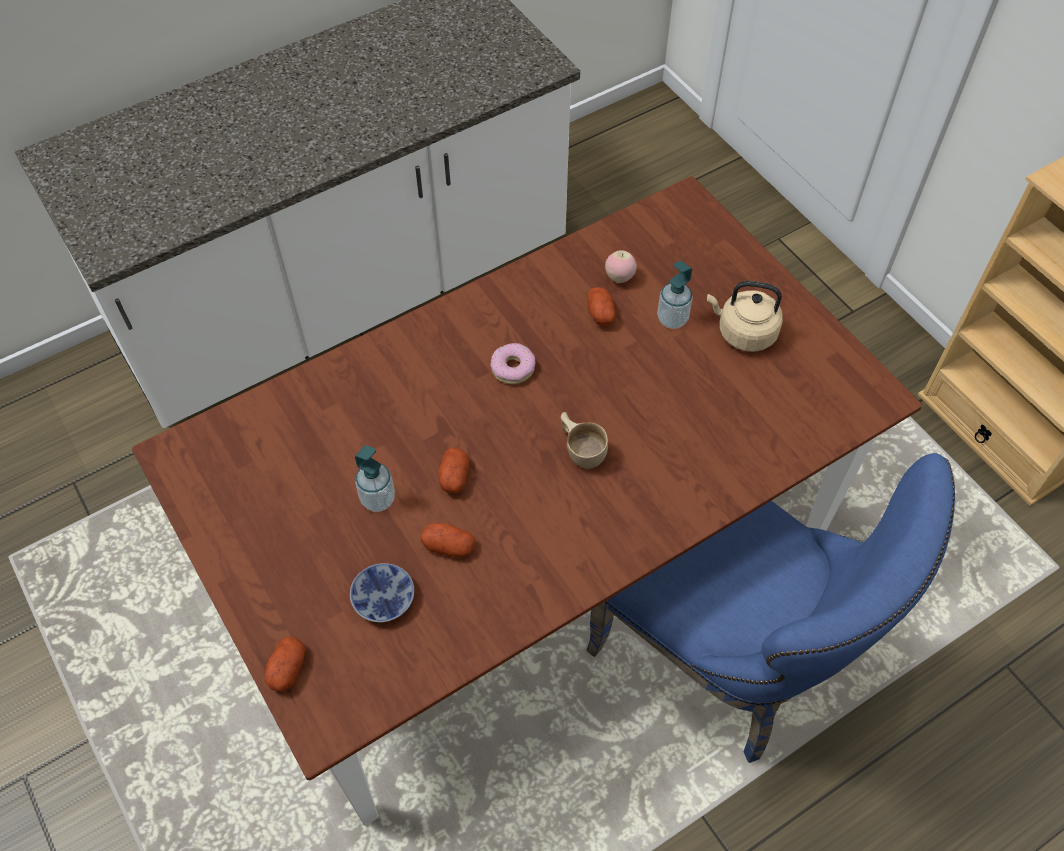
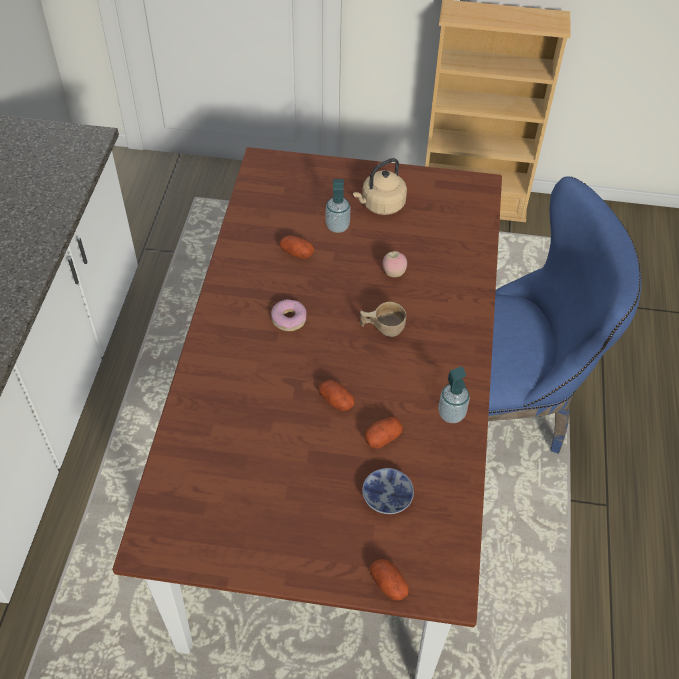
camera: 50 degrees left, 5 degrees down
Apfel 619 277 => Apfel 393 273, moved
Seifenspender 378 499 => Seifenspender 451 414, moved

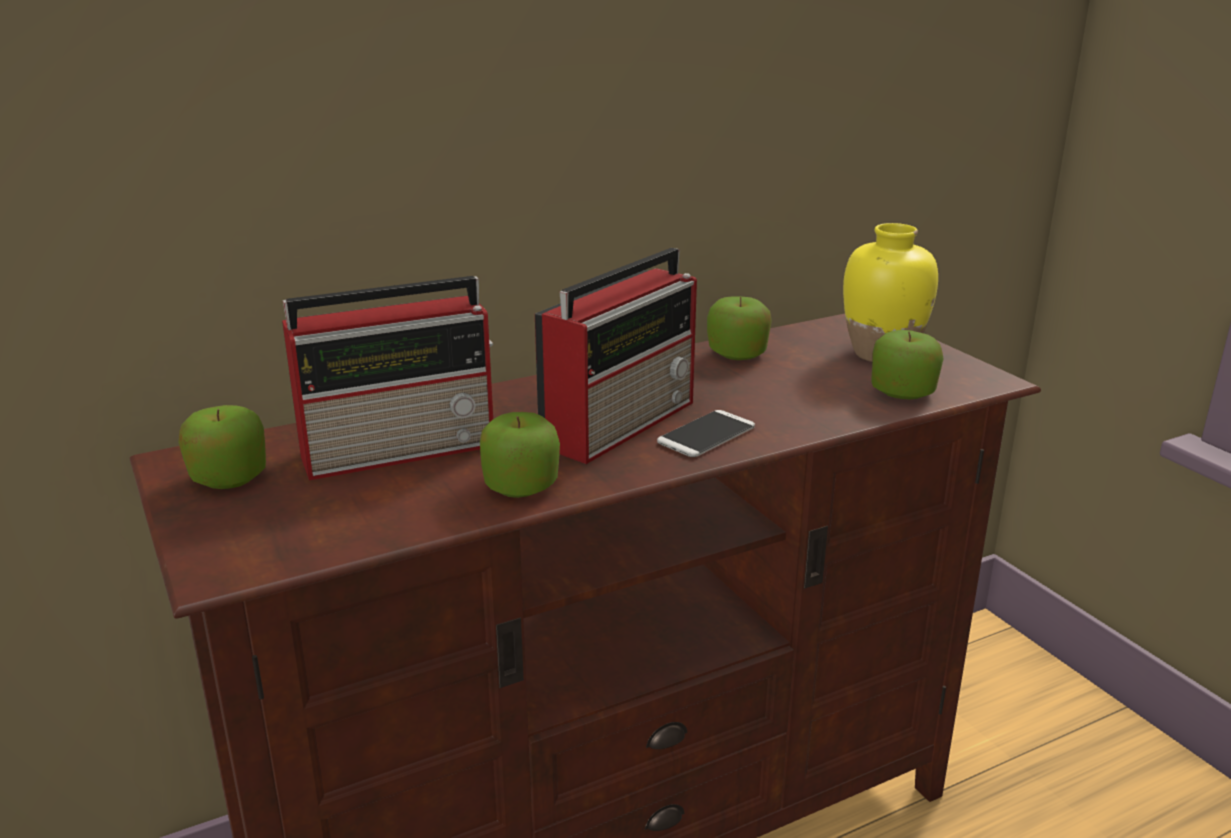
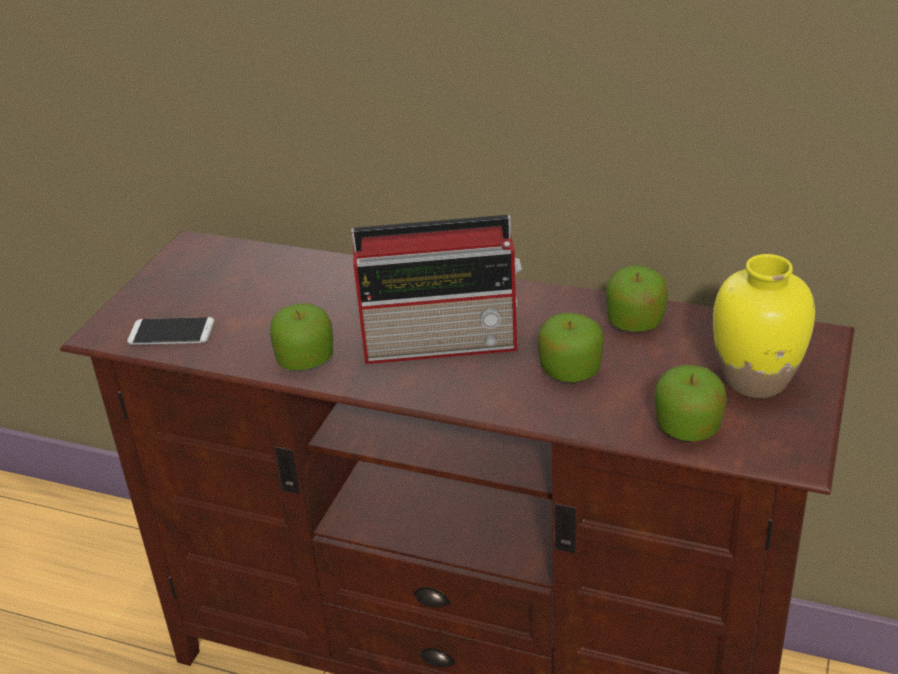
camera: 50 degrees right, 10 degrees up
Handy 706 435 => Handy 171 332, moved
Apfel 228 478 => Apfel 570 370, moved
Radio 402 449 => nothing

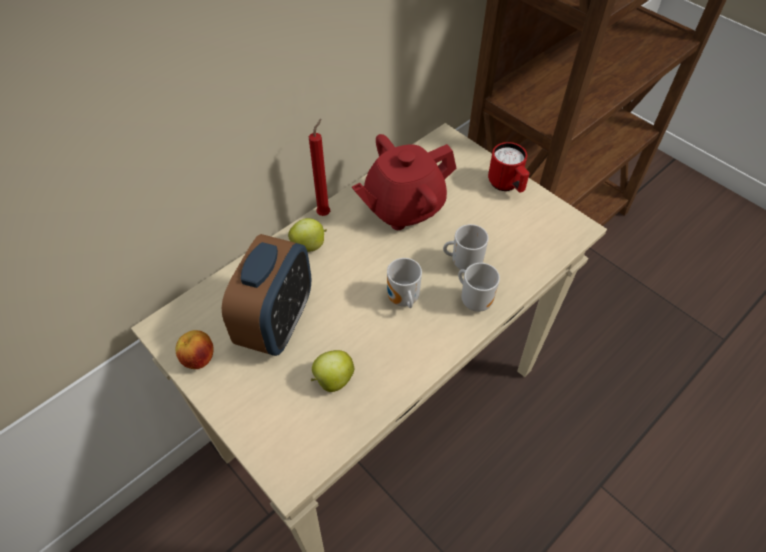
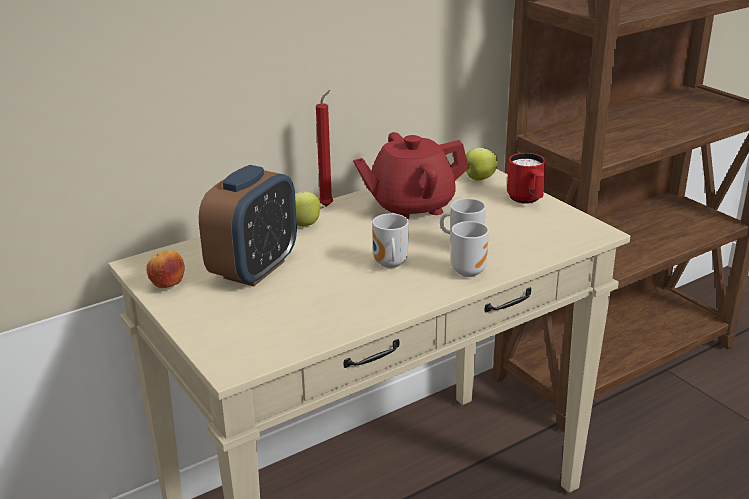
camera: 10 degrees right, 25 degrees down
Apfel 332 380 => Apfel 478 178, moved

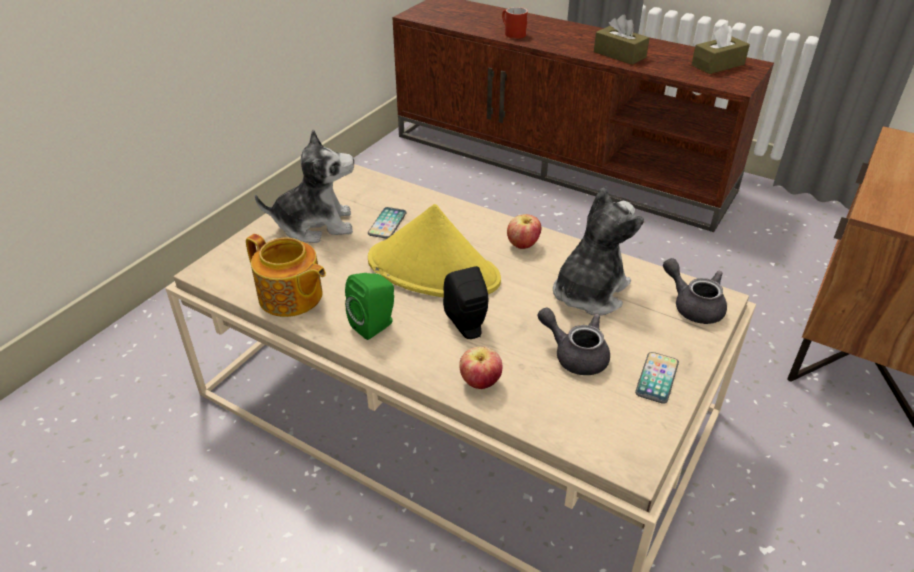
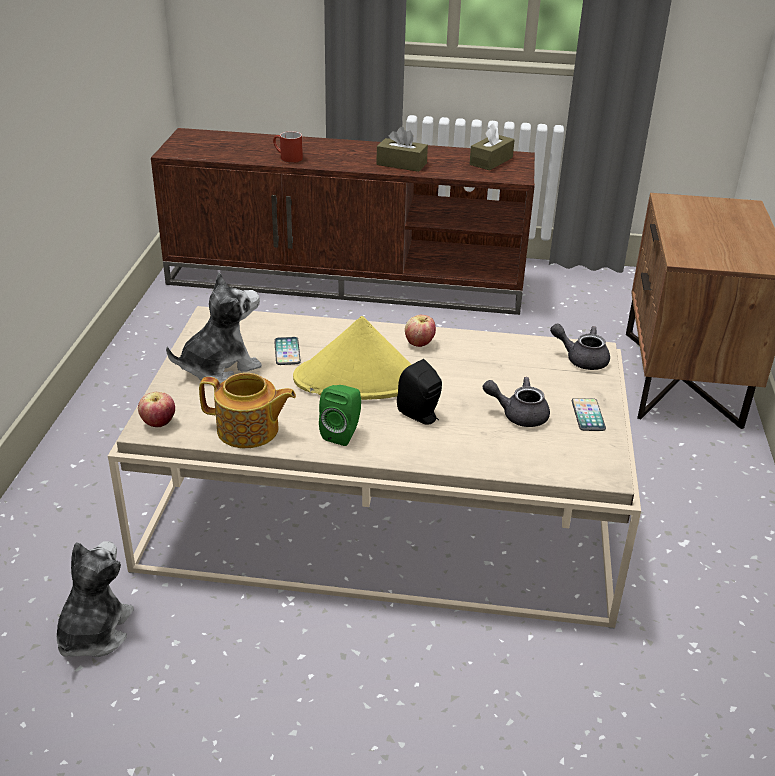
camera: 25 degrees left, 5 degrees down
Plüschtier 589 293 => Plüschtier 94 632, moved
Apfel 480 382 => Apfel 158 423, moved

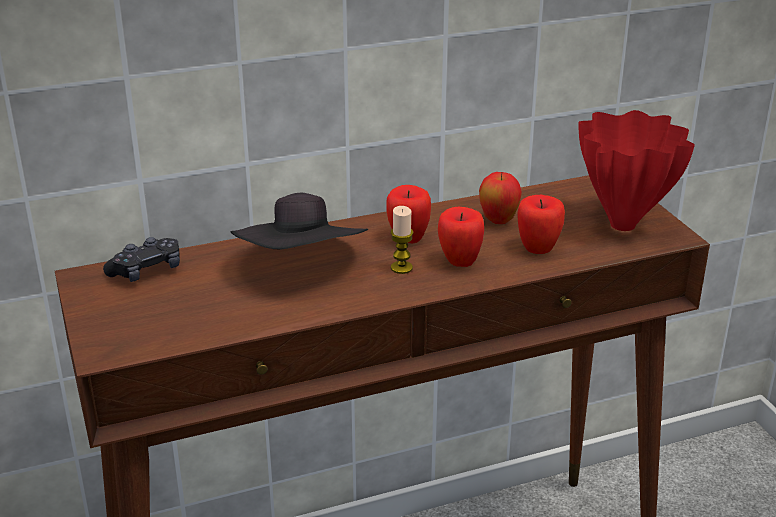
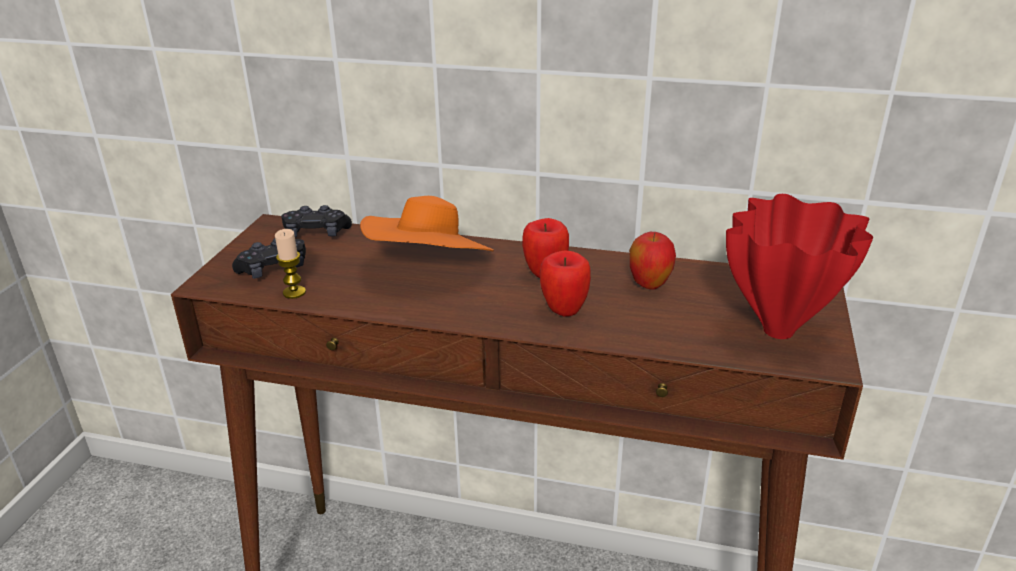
camera: 35 degrees right, 0 degrees up
nothing => Gamepad/schwarz 273 269
Kerze 401 268 => Kerze 294 292, moved
Hut/schwarz 302 265 => Hut/orange 430 267
Apfel 538 248 => nothing

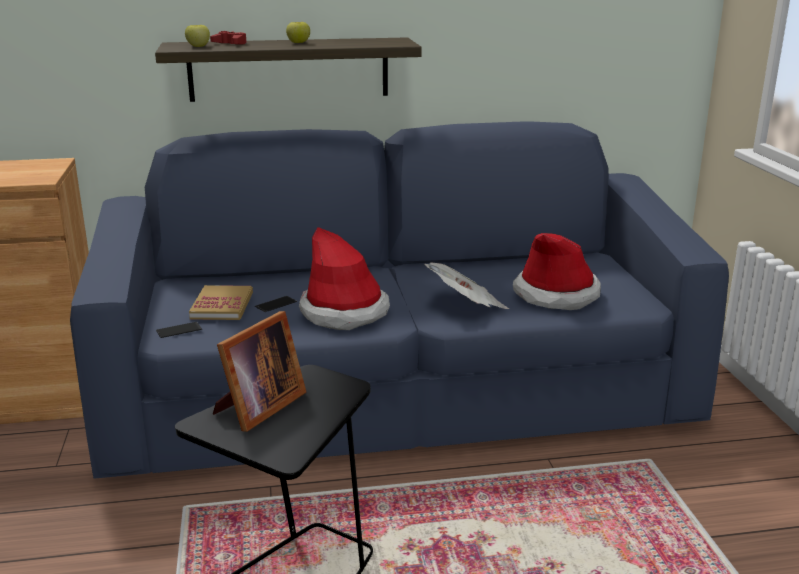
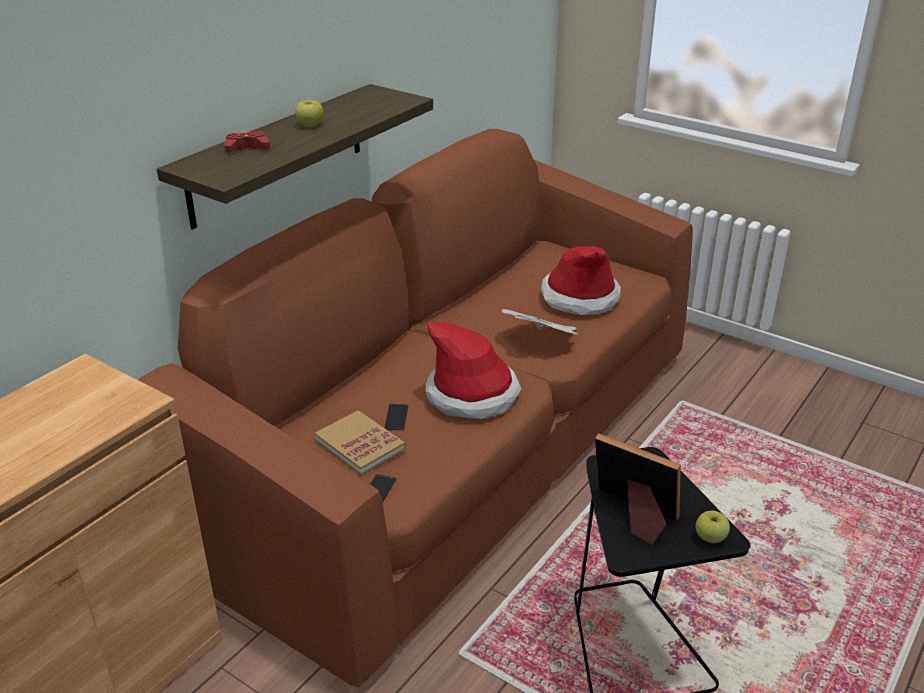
camera: 45 degrees left, 10 degrees up
Sofa/blau 399 398 => Sofa/braun 460 450
Bilderrahmen 258 408 => Bilderrahmen 633 516, 45 degrees counterclockwise
Apfel 198 46 => Apfel 710 538, moved

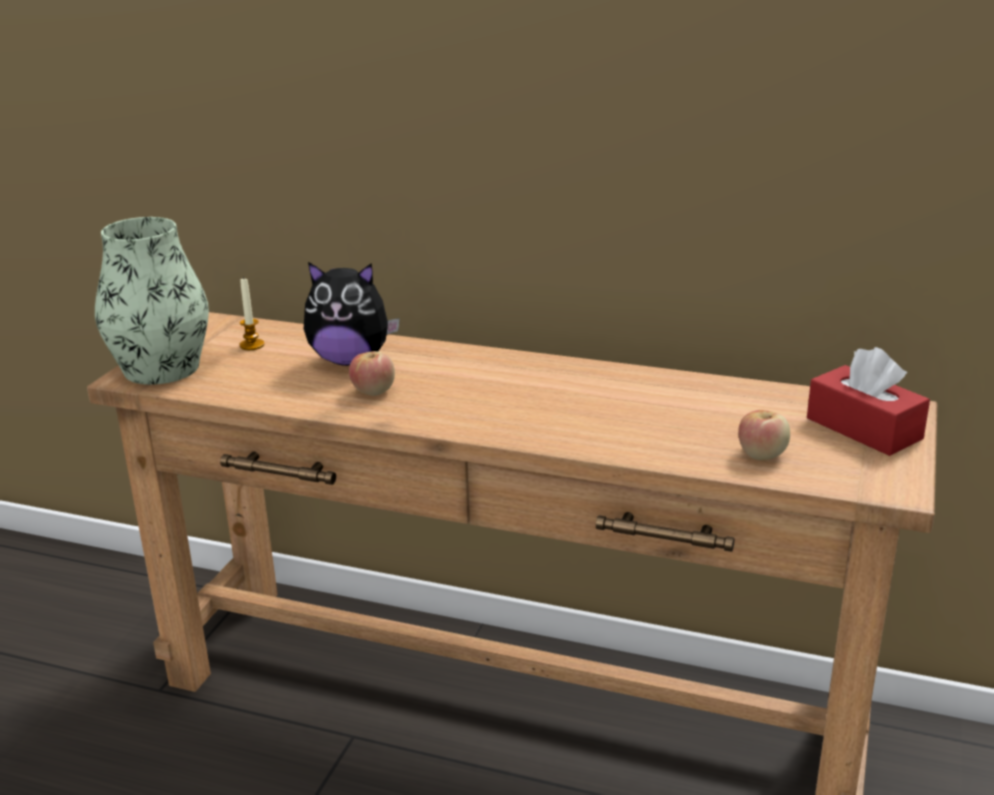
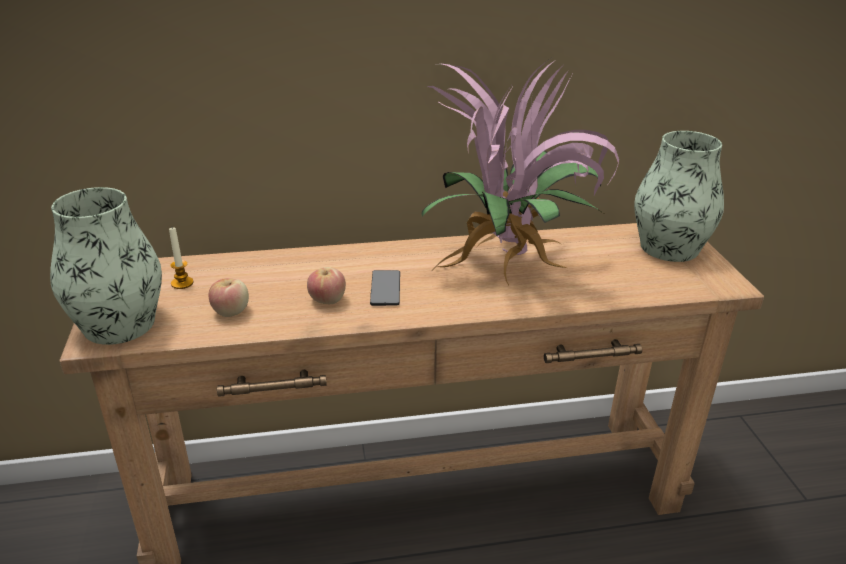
camera: 30 degrees left, 5 degrees up
Apfel 762 454 => Apfel 231 311, moved
nothing => Handy 385 289
nothing => Topfpflanze 509 266
Taschentuchbox/rot 863 428 => Vase 669 247
Plüschtier 350 360 => nothing

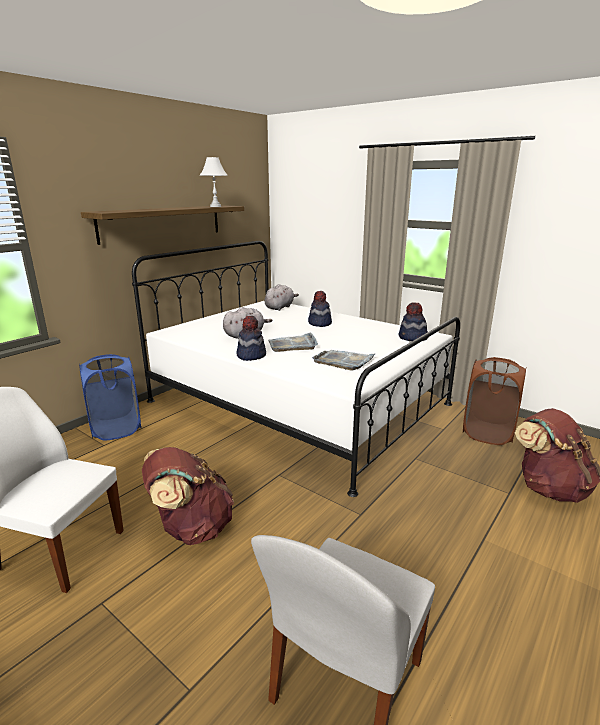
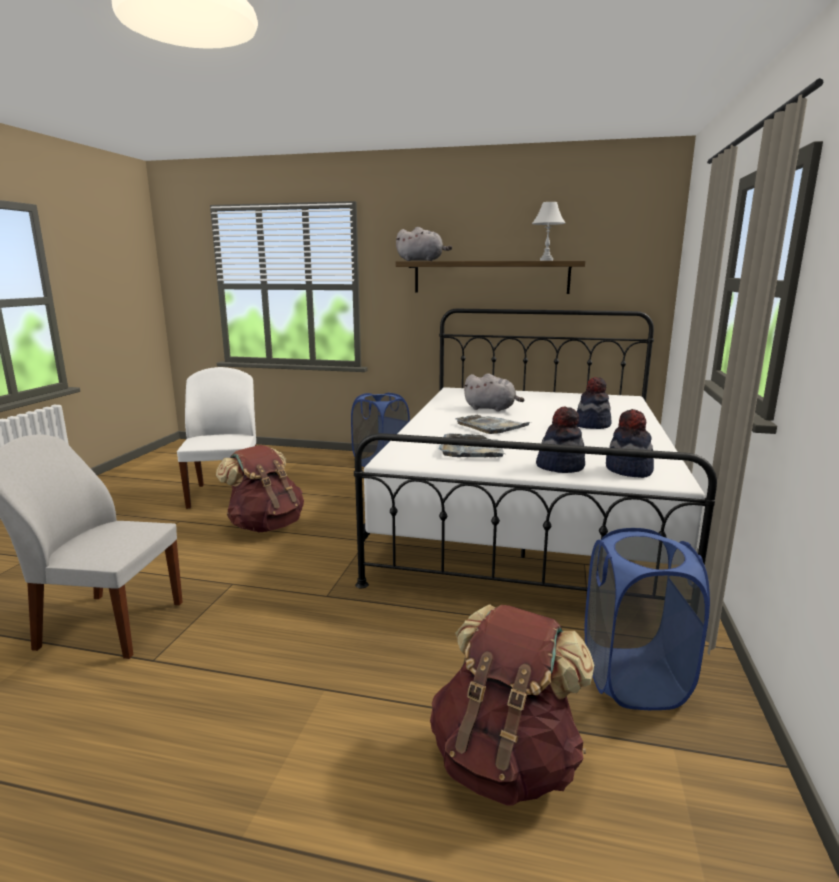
camera: 65 degrees right, 5 degrees down
Plüschtier/grau 280 307 => Plüschtier/grau 422 261, moved
Hut 251 355 => Hut 560 466, moved
Wäschekorb/braun 488 433 => Wäschekorb/blau 633 678

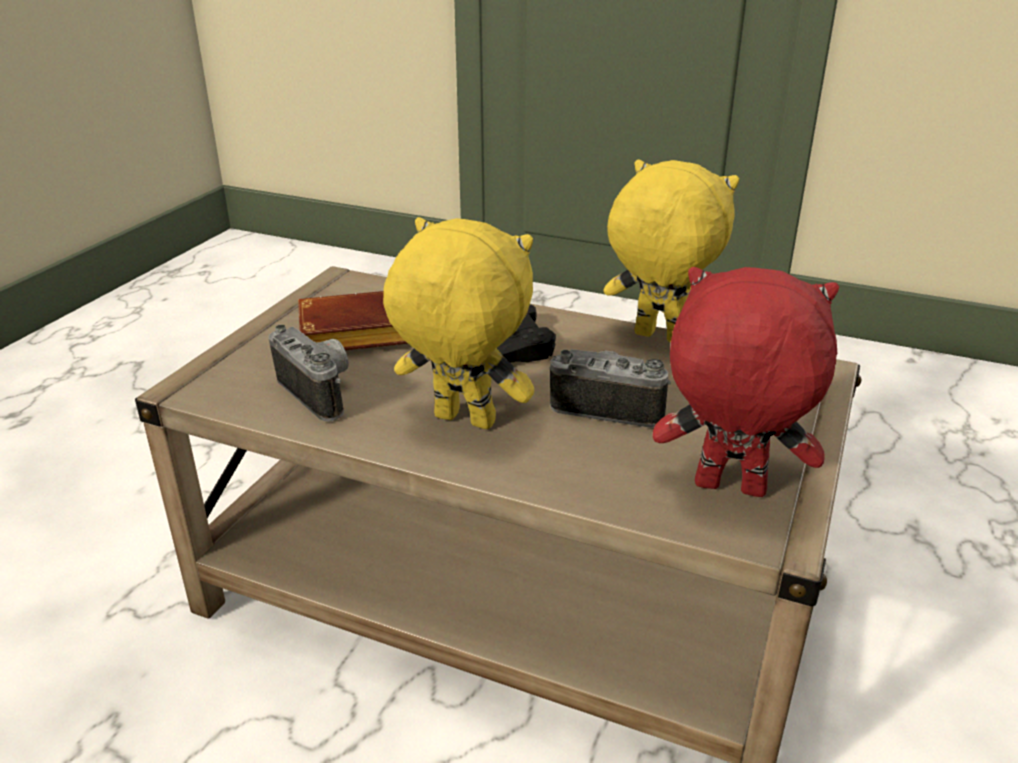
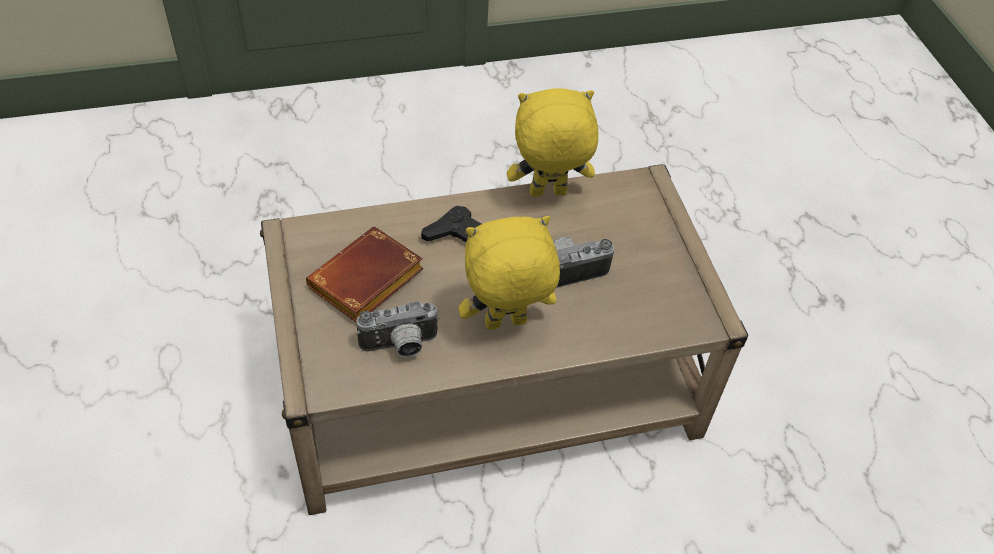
camera: 40 degrees left, 20 degrees up
Kamera 321 392 => Kamera 400 347, 150 degrees clockwise
Plüschtier/rot 728 490 => nothing

